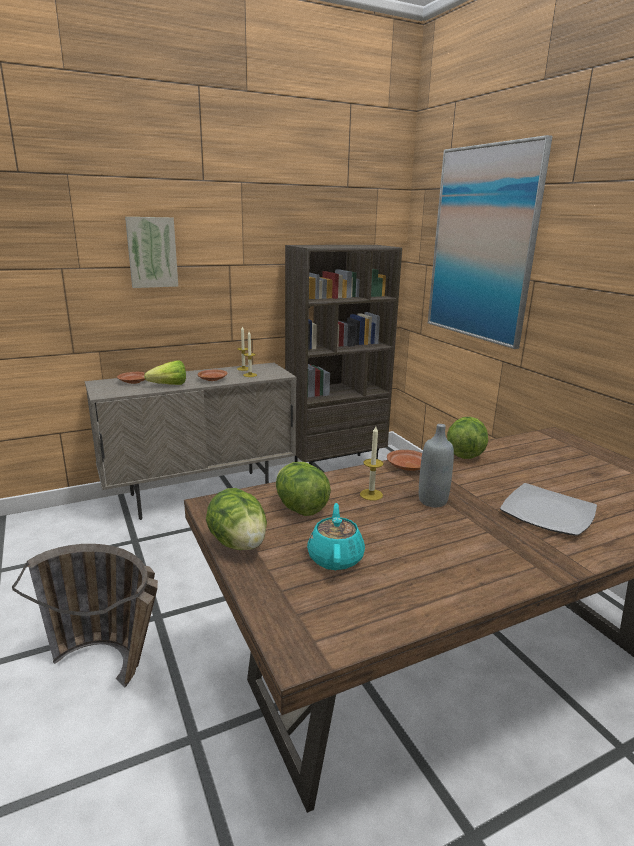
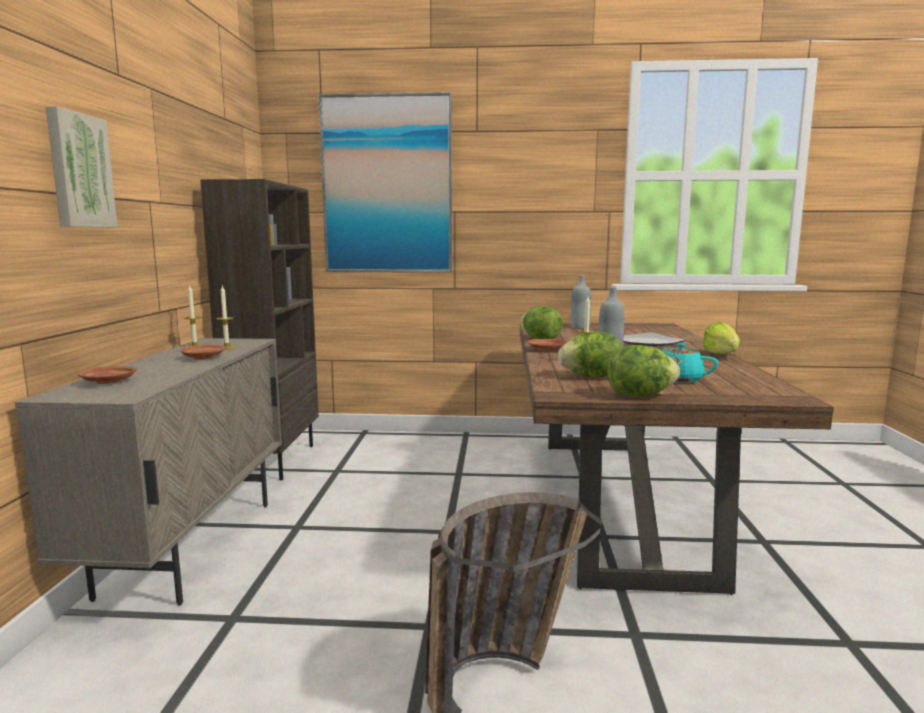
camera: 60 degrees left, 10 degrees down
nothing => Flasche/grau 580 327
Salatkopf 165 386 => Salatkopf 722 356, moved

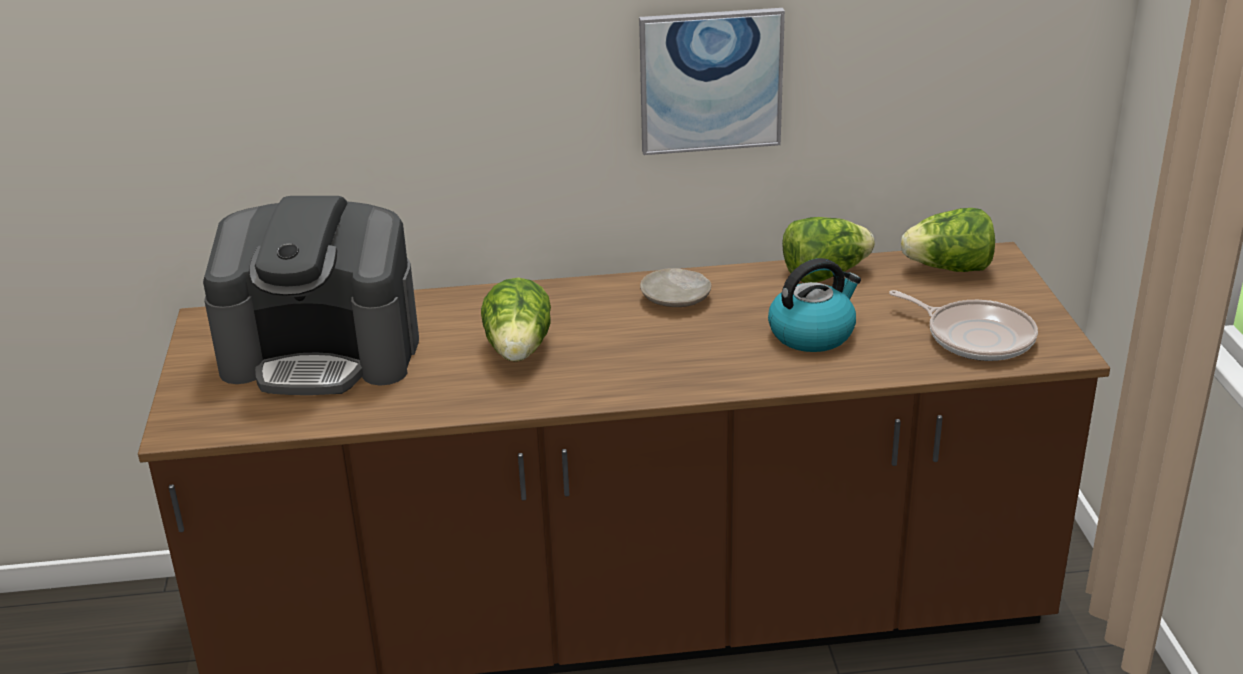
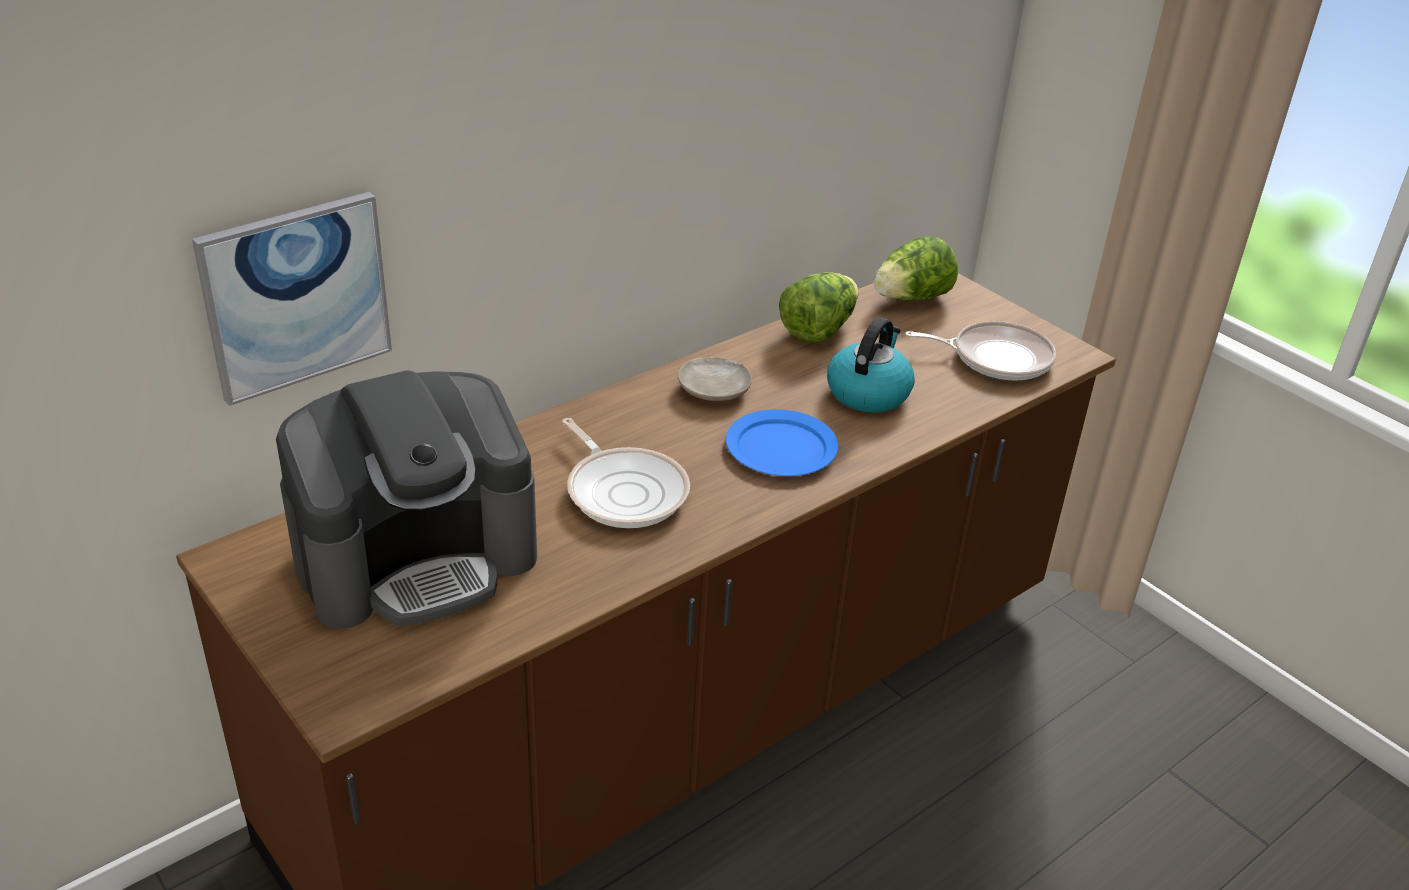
camera: 35 degrees left, 5 degrees up
Bild 710 80 => Bild 296 296, moved
Salatkopf 519 351 => Pfanne 624 490
nothing => Teller/blau 780 448

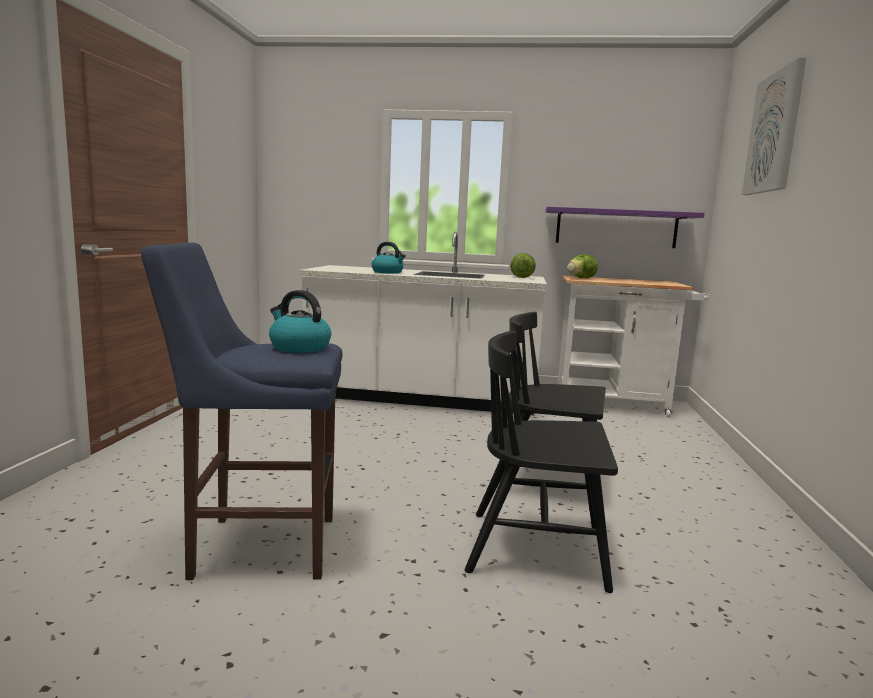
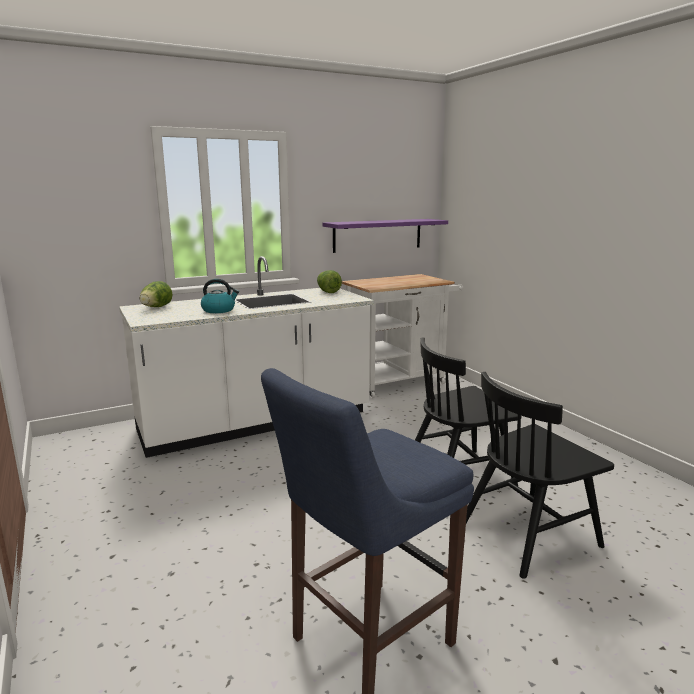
camera: 35 degrees left, 5 degrees up
Salatkopf 580 278 => Salatkopf 156 307, moved
Wasserkessel 299 347 => nothing
Bild 774 133 => nothing

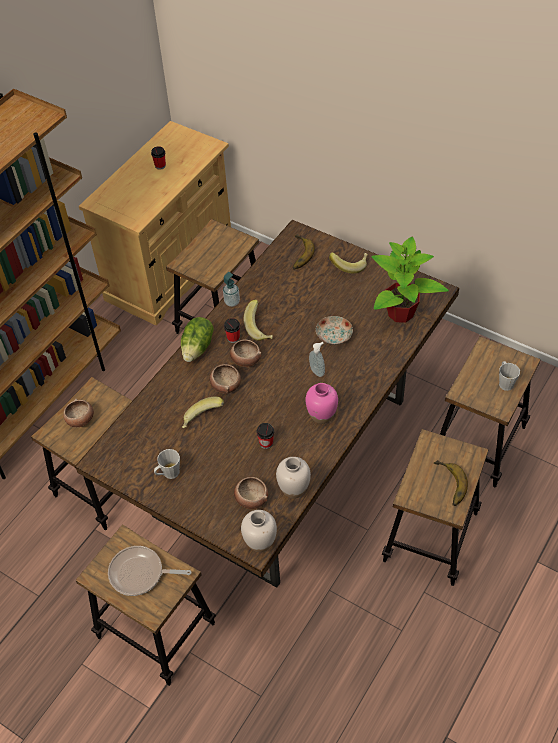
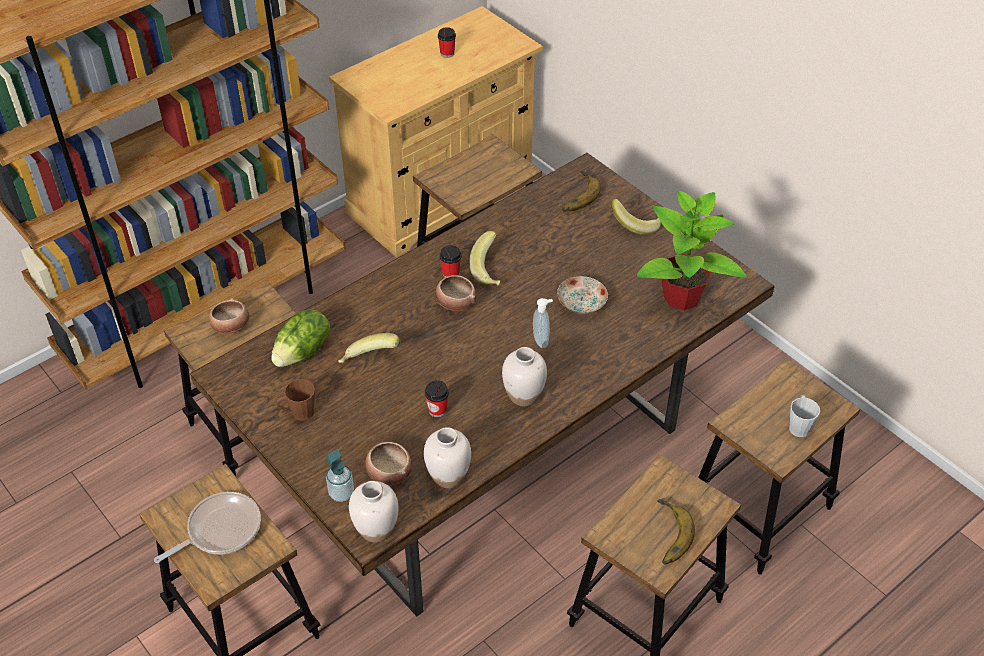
camera: 15 degrees right, 5 degrees down
Pfanne 140 574 => Pfanne 220 530, 120 degrees clockwise
Salatkopf 198 348 => Salatkopf 303 352, moved
Henkelbecher/grau 168 474 => Henkelbecher/braun 298 413
Seifenspender 232 302 => Seifenspender 341 493, moved
Vase/rosa 321 416 => Vase/weiß 523 396
Schüssel 226 385 => nothing

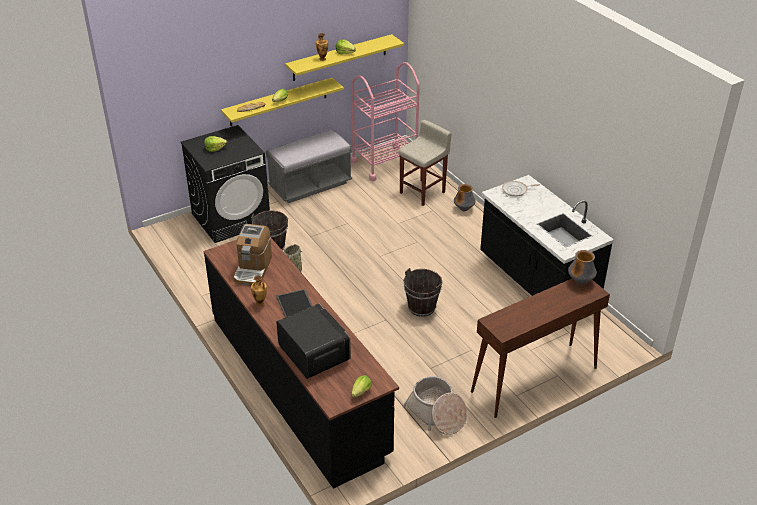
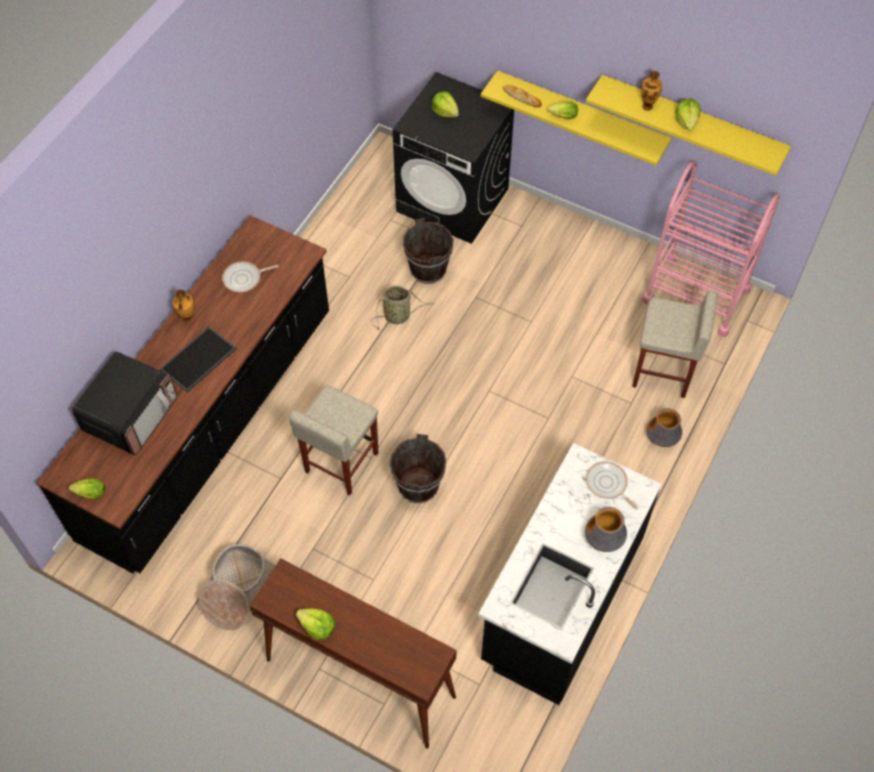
camera: 60 degrees right, 20 degrees up
Kaffeemaschine 253 269 => Pfanne 244 279
nothing => Hocker/beige 341 463
nothing => Salatkopf 317 627
Vase 580 281 => Vase 603 541, moved
Bank/grau 310 185 => nothing

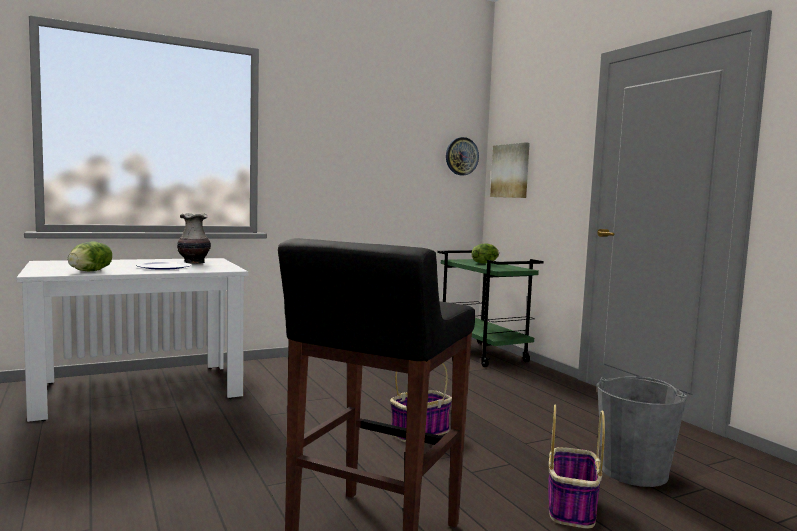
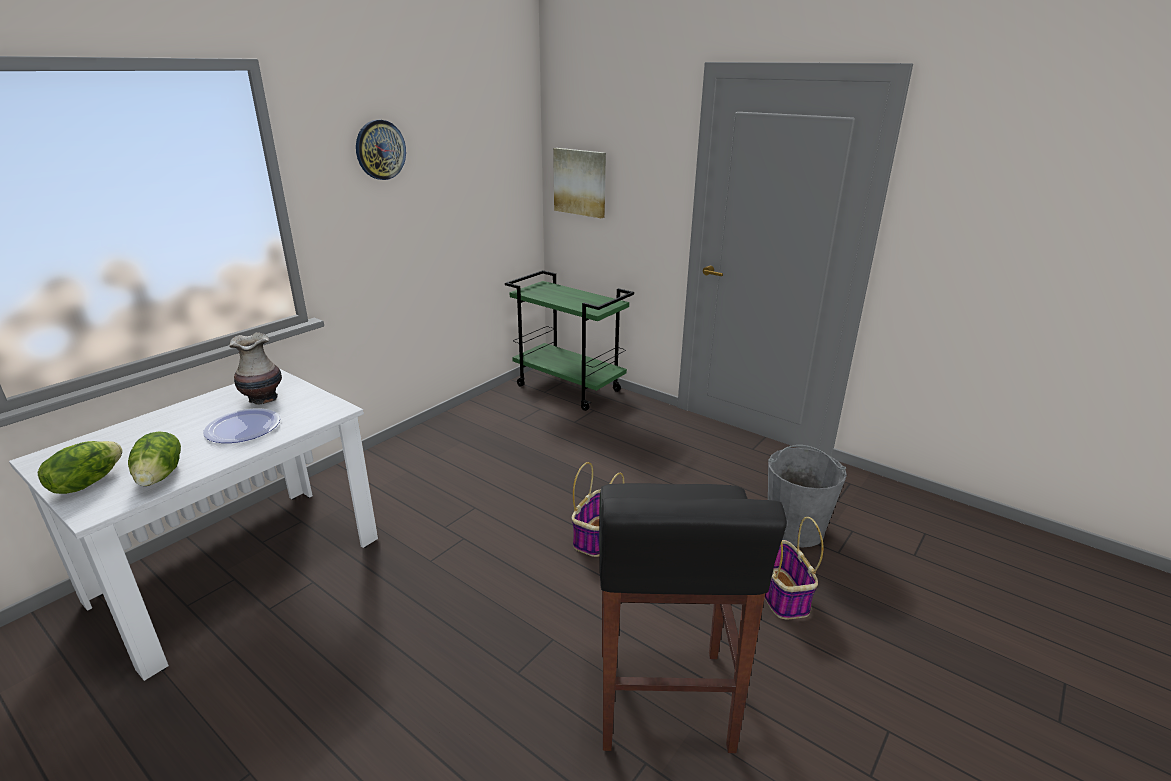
camera: 25 degrees left, 20 degrees up
Salatkopf 484 263 => Salatkopf 86 483, moved
Wanduhr 461 156 => Wanduhr 380 150, moved

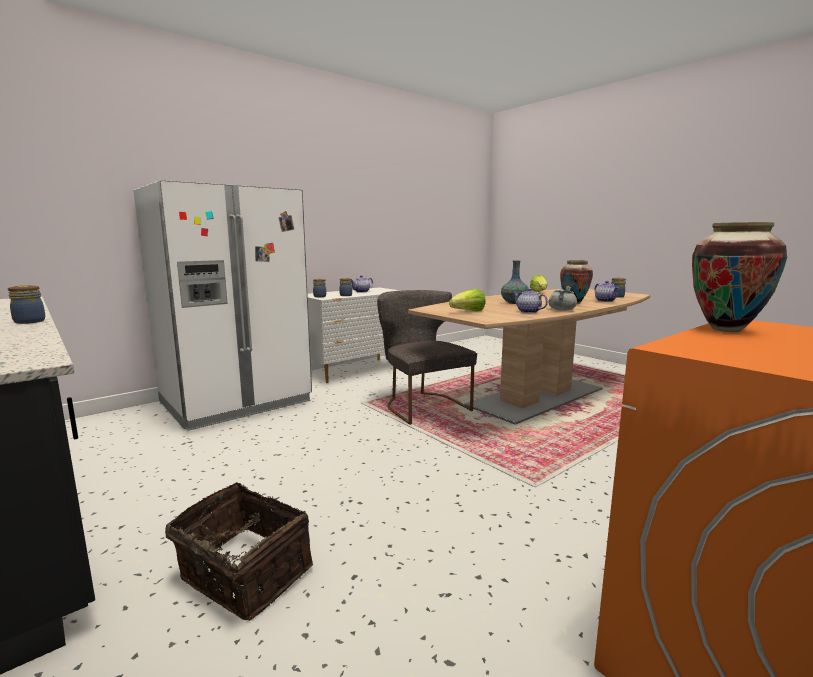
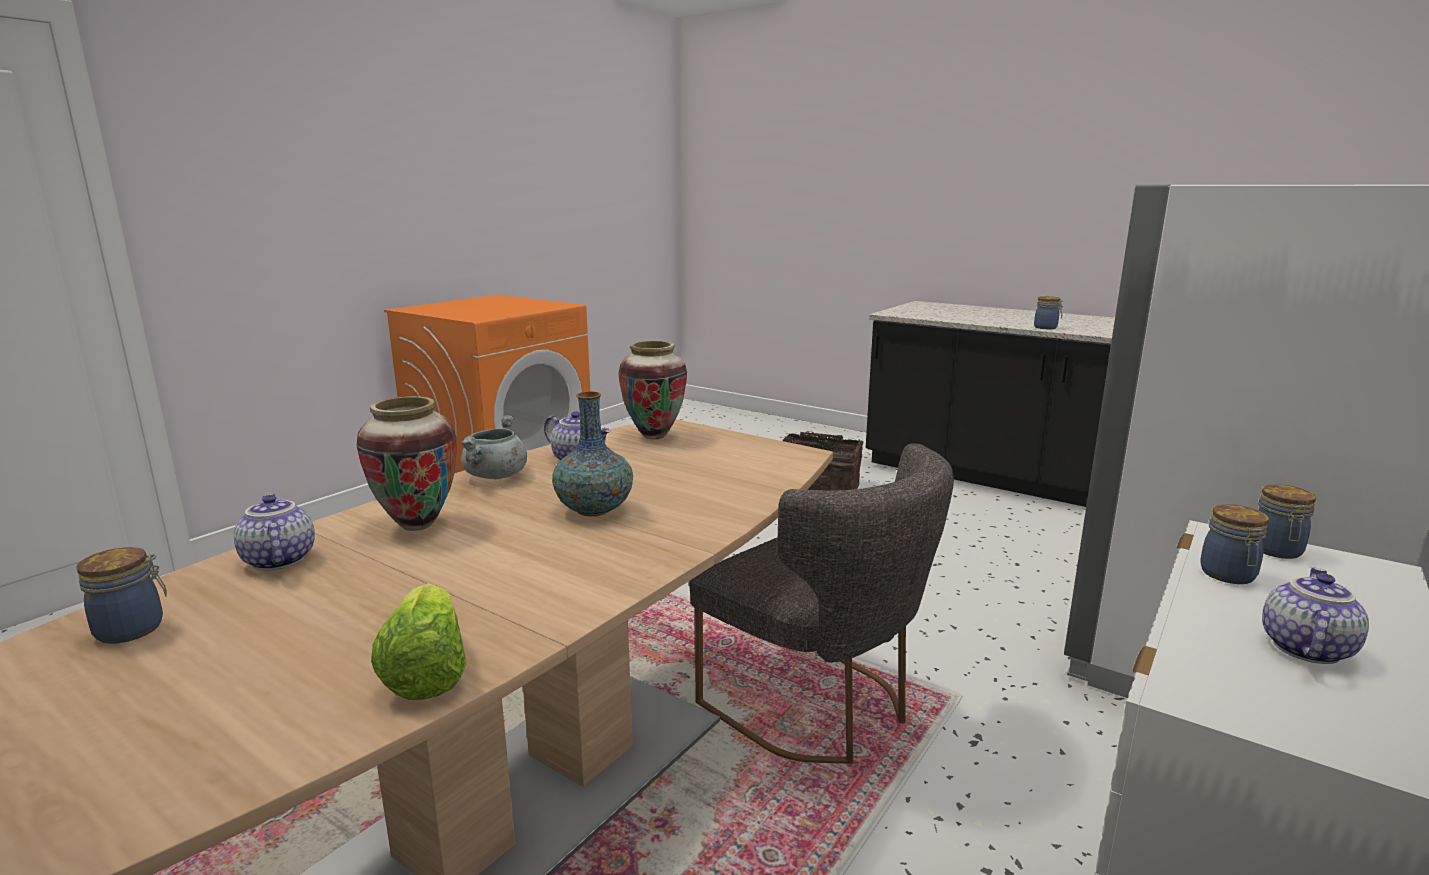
camera: 165 degrees right, 5 degrees up
Vase 726 330 => Vase 654 436, moved
Salatkopf 468 312 => nothing

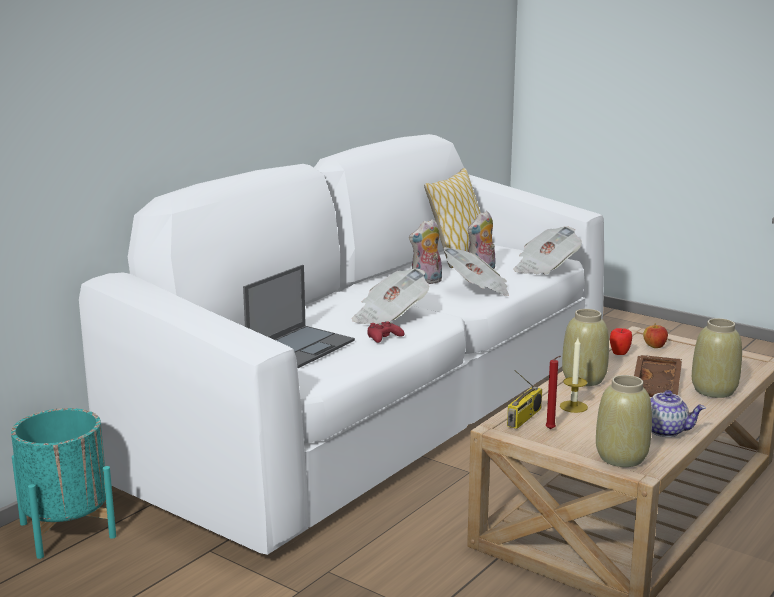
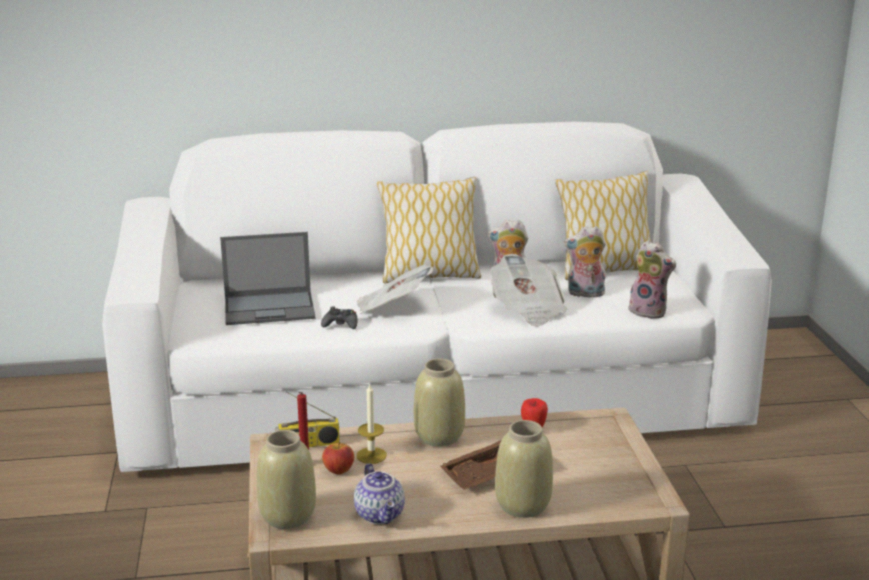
camera: 45 degrees right, 5 degrees up
Gamepad/rot 383 337 => Gamepad/schwarz 341 324
Apfel 654 346 => Apfel 338 470, moved
nothing => Kissen 429 276
Zeitung 545 268 => Plüschtier 649 311
Pflanzkübel/türkis 67 530 => nothing

